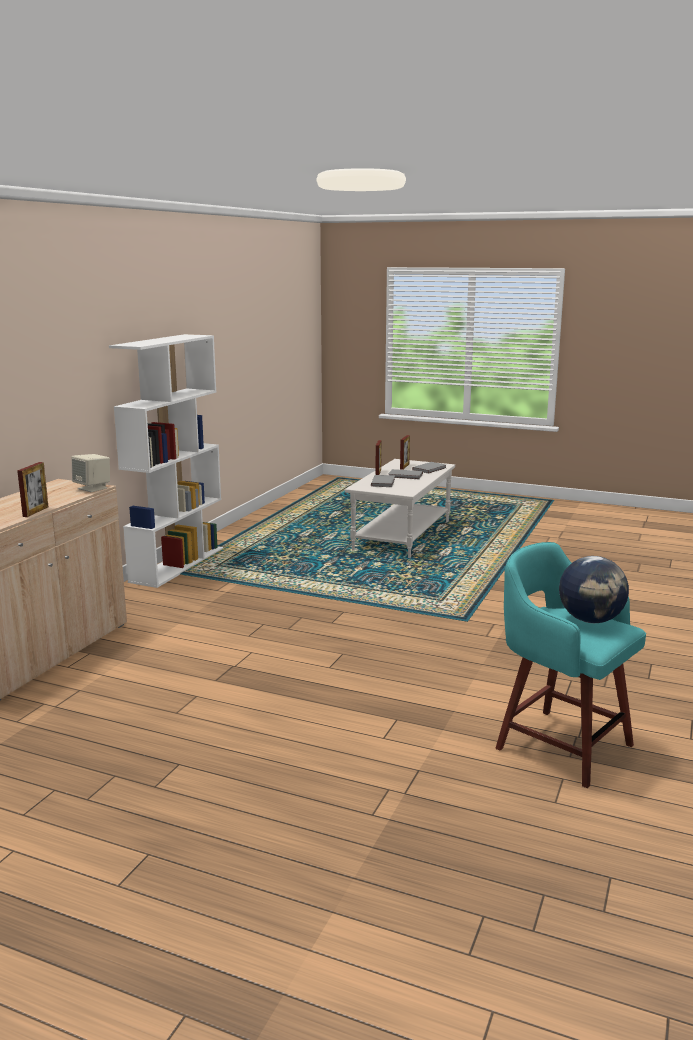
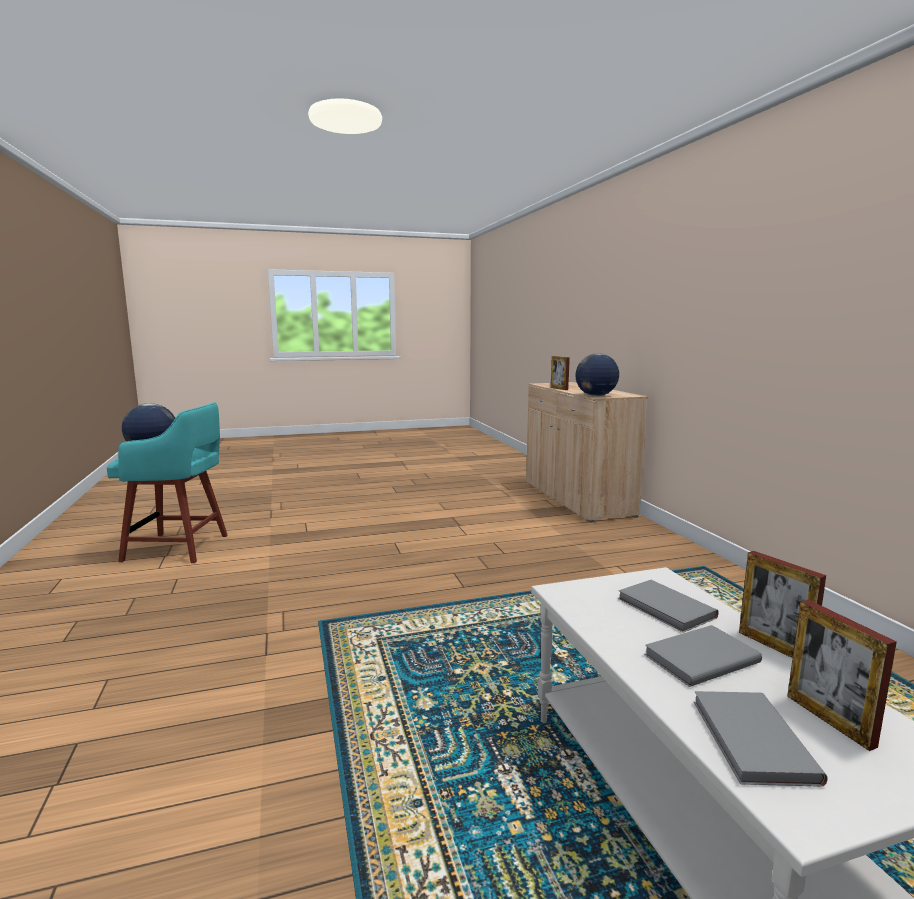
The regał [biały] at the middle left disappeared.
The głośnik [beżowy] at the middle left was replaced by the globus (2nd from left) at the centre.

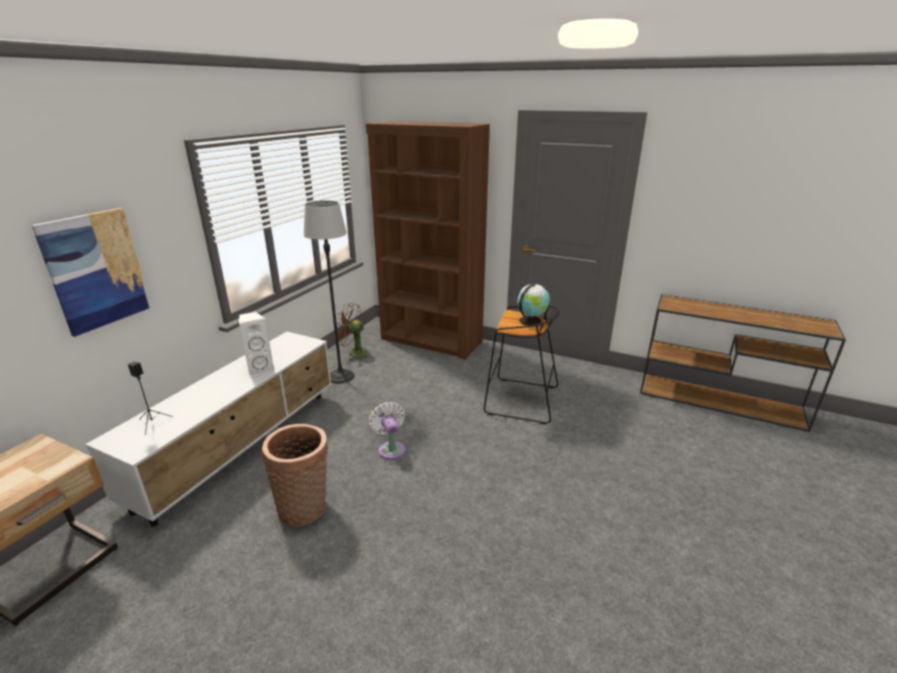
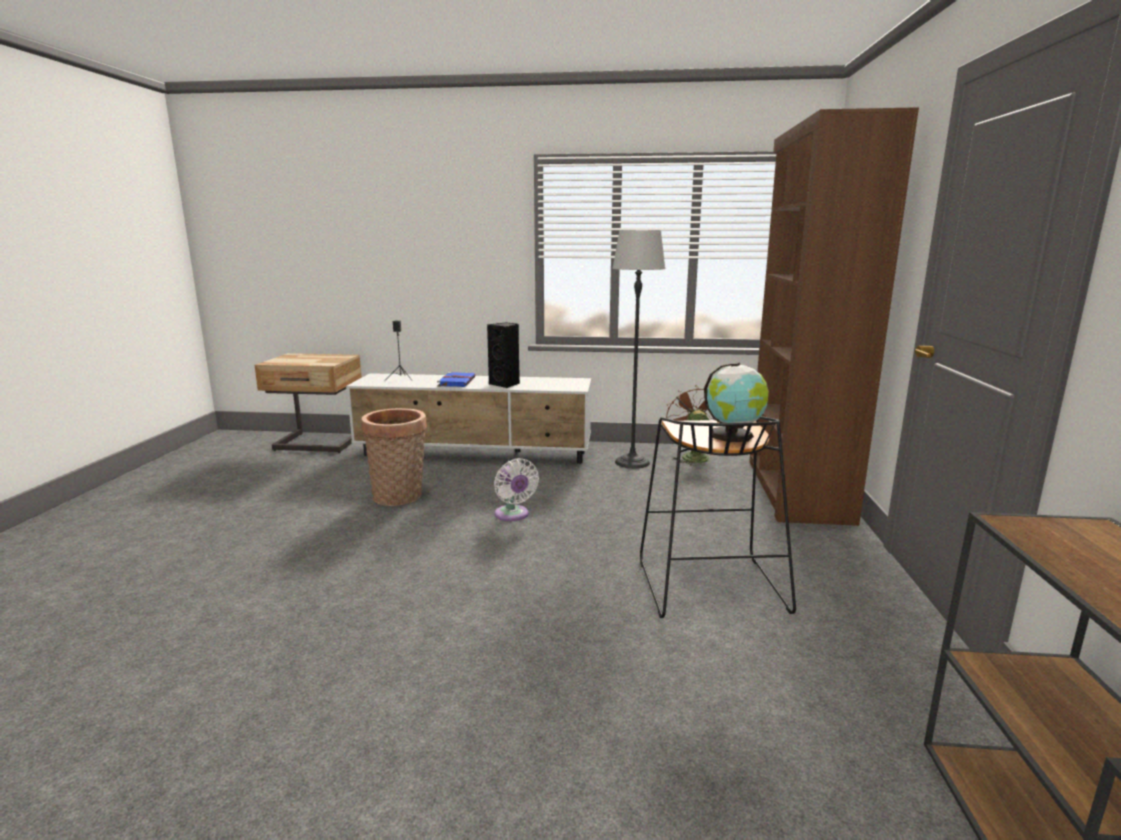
The obraz at the middle left disappeared.
The głośnik [biały] at the middle left became the głośnik [czarny] (2nd from left) at the centre.
The wentylator [biały] at the centre turned 105 degrees clockwise.
The książka [niebieski] at the centre appeared.

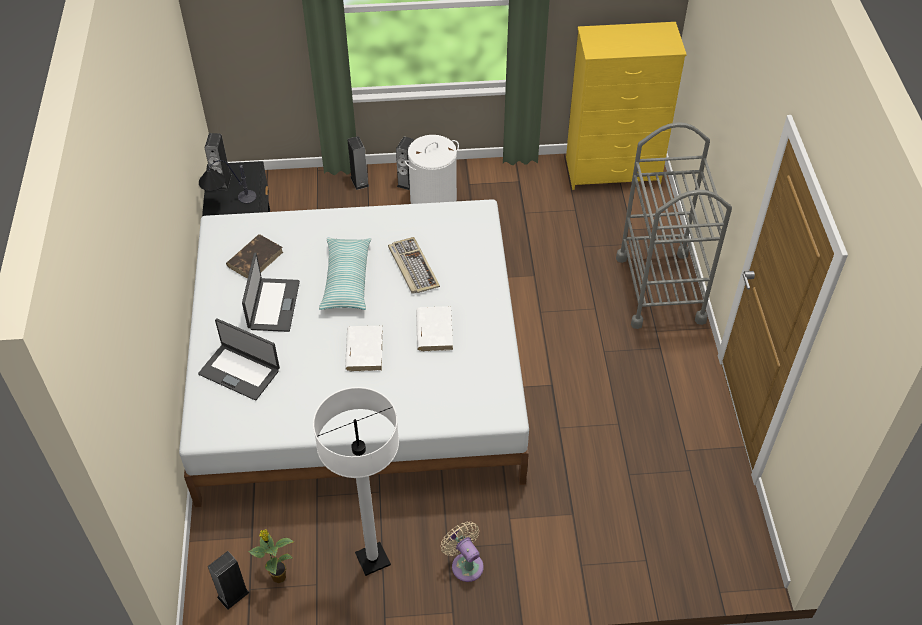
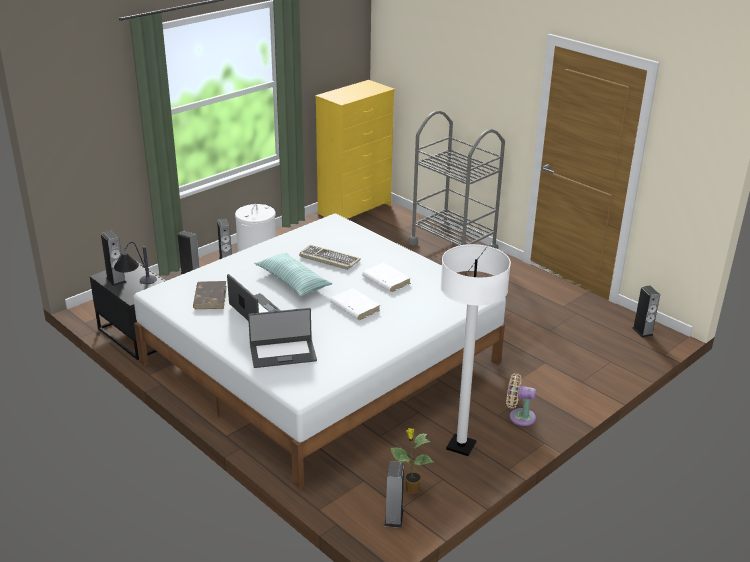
The głośnik (5th from left) at the middle right appeared.

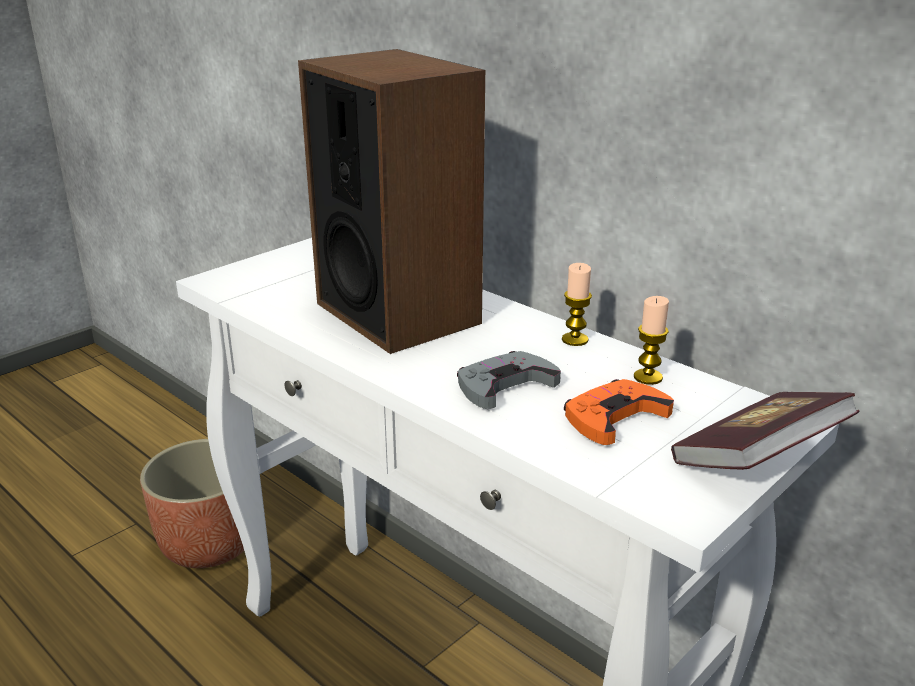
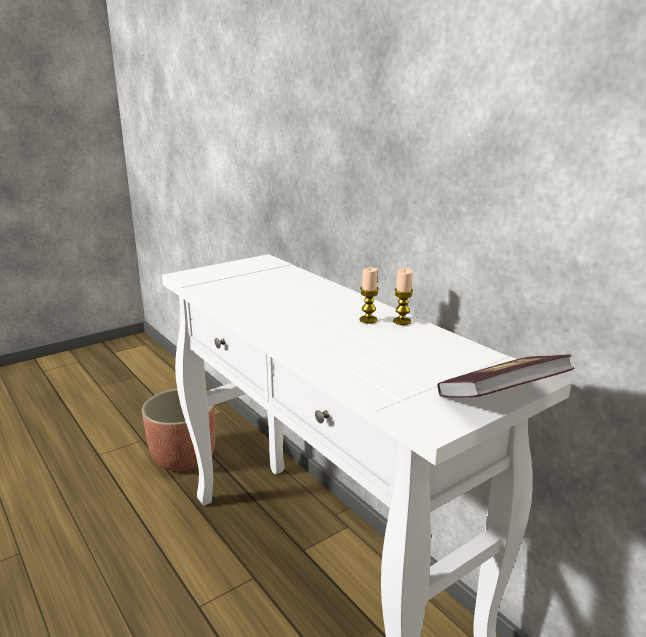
The głośnik at the top centre disappeared.
The świeca (2nd from left in the first image) moved from the middle right to the centre.
The pad do gier [szary] at the centre disappeared.
The pad do gier [pomarańczowy] at the middle right disappeared.

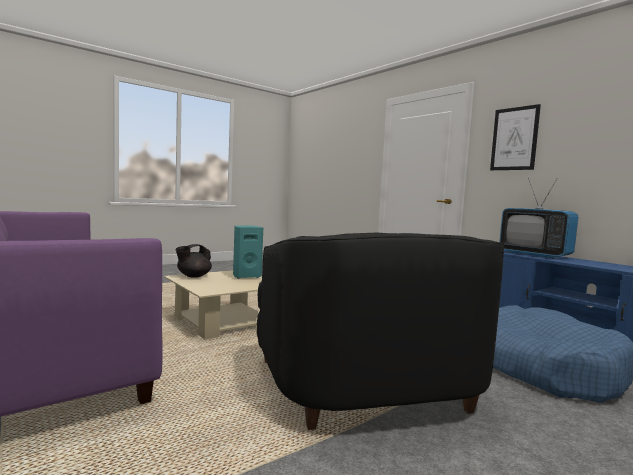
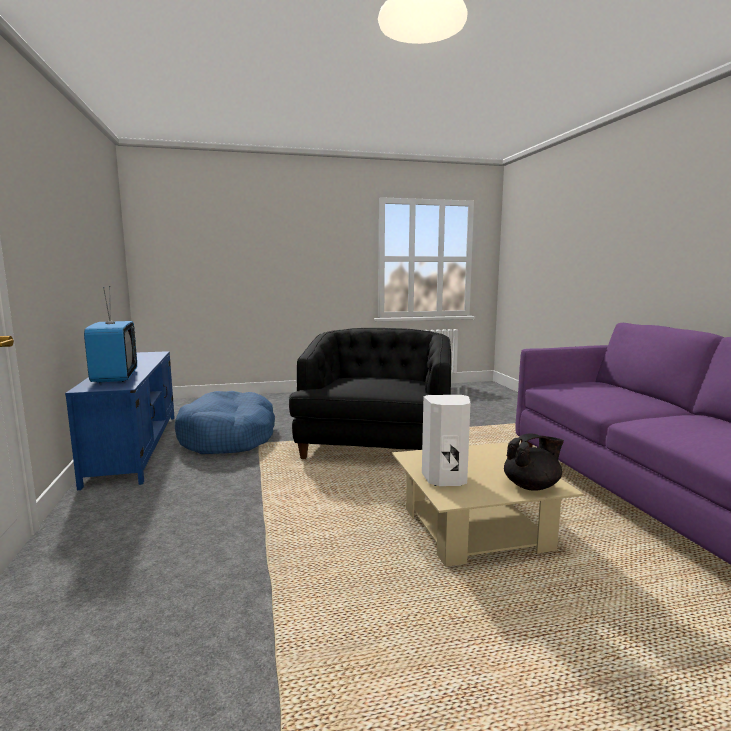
The obraz at the top right disappeared.
The głośnik [turkusowy] at the centre became the głośnik [biały] at the centre.

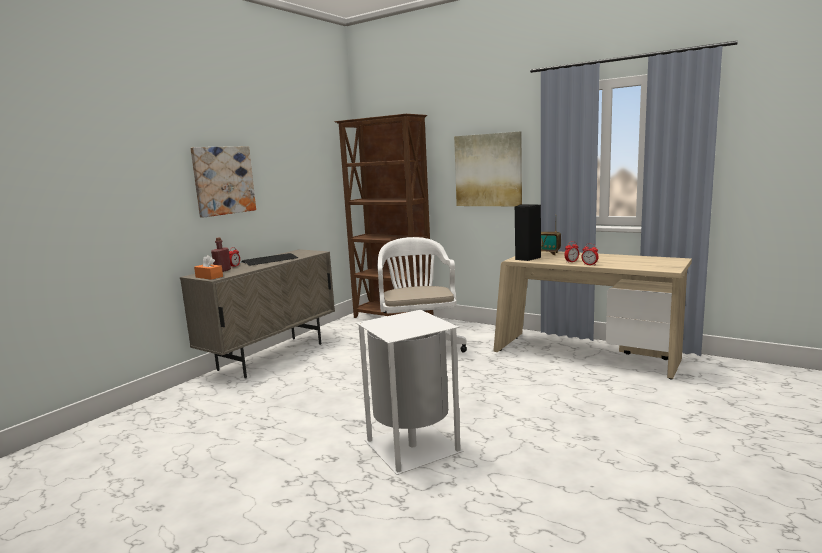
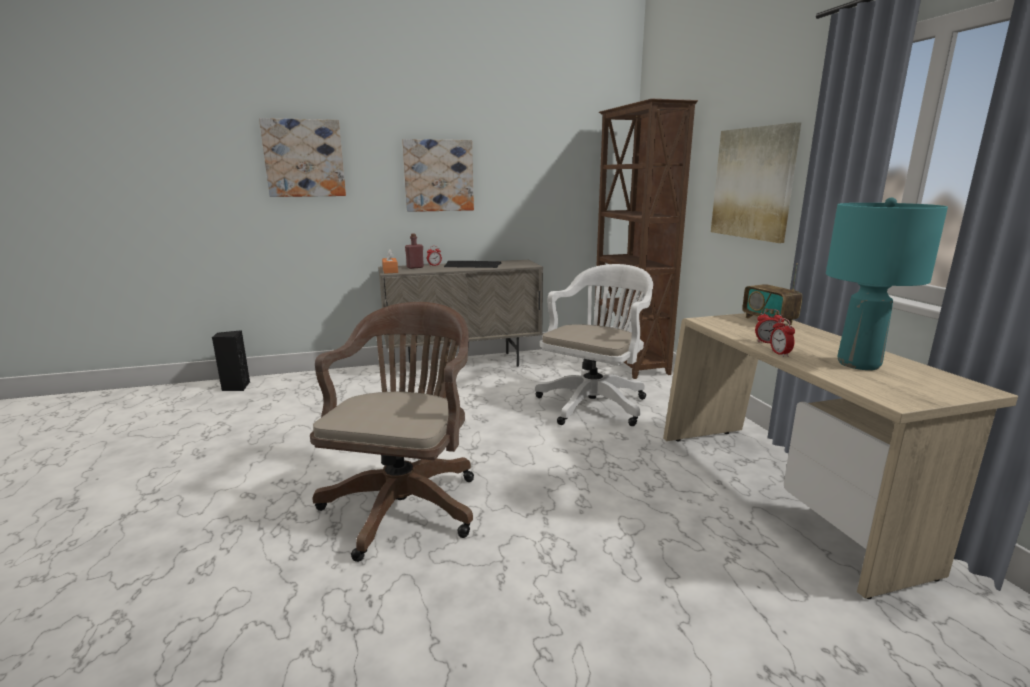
The głośnik [czarny] moved from the centre to the middle left.
The kosz na śmieci [biały] at the bottom centre was replaced by the krzesło biurowe [brązowy] at the centre.
The obraz (1st from left) at the top left appeared.
The lampa stołowa [turkusowy] at the middle right appeared.

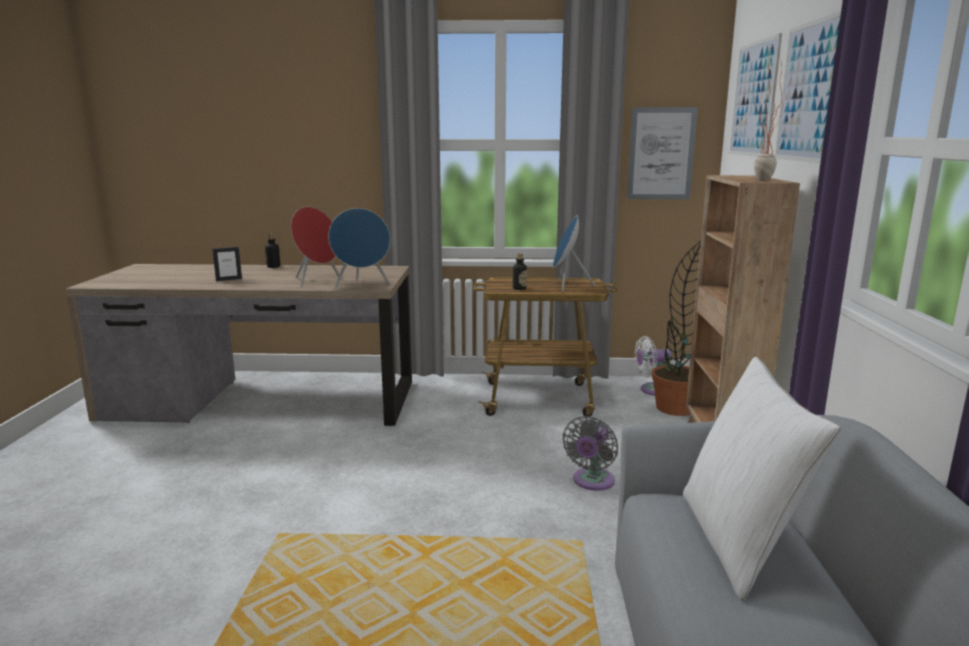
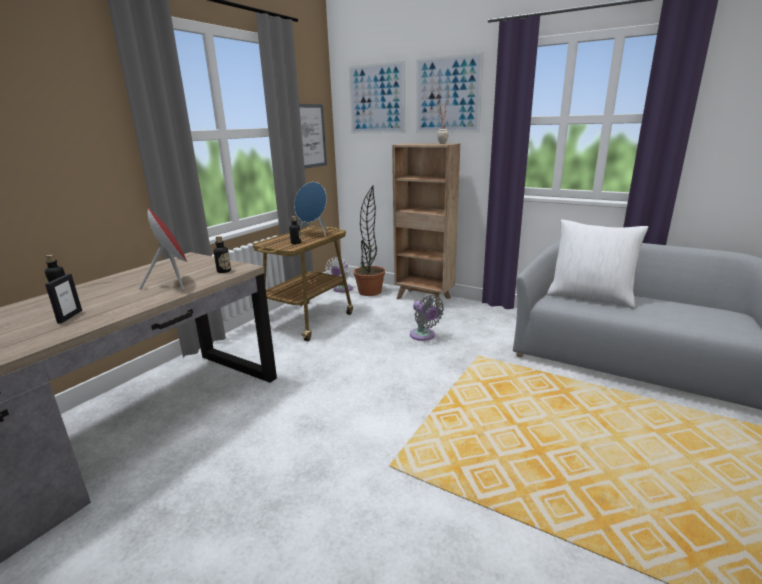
The głośnik [niebieski] (1st from left) at the centre was replaced by the butelka (2nd from left) at the middle left.

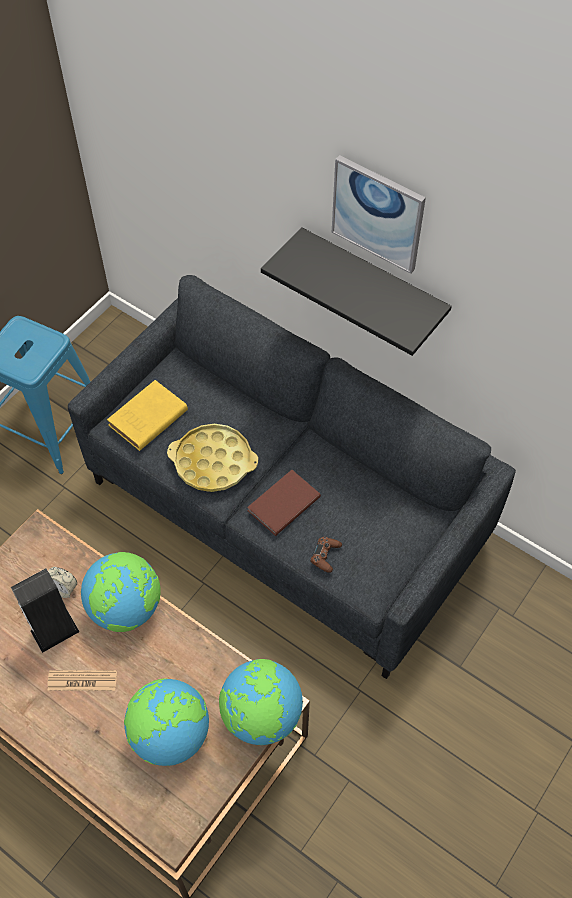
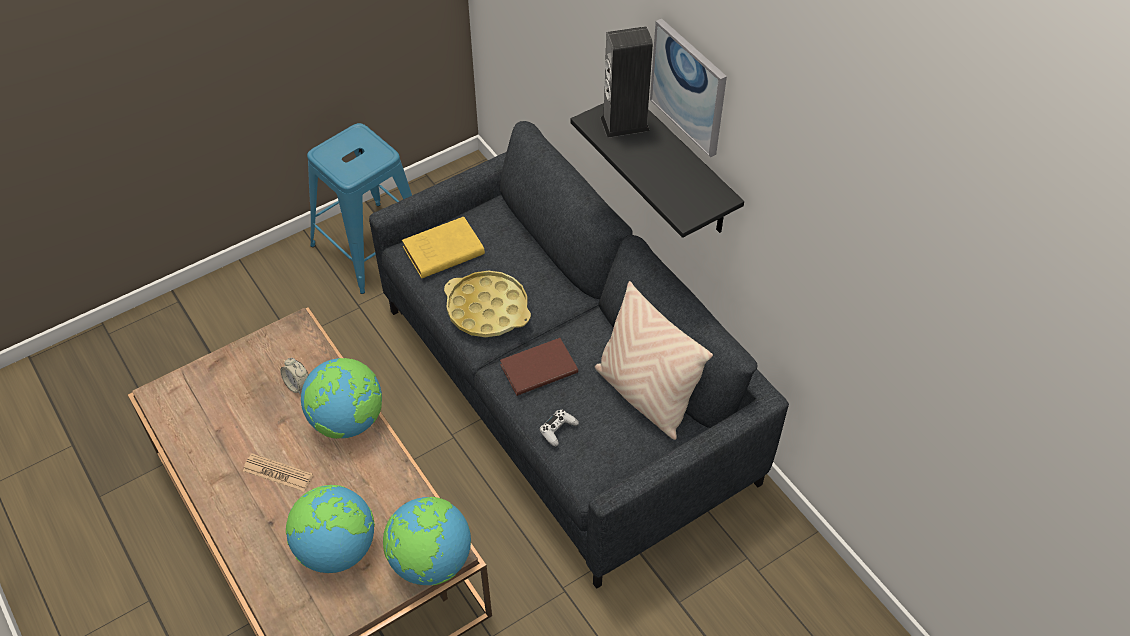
The pad do gier [brązowy] at the centre became the pad do gier [biały] at the bottom centre.
The głośnik moved from the bottom left to the top centre.
The poduszka [beżowy] at the centre appeared.

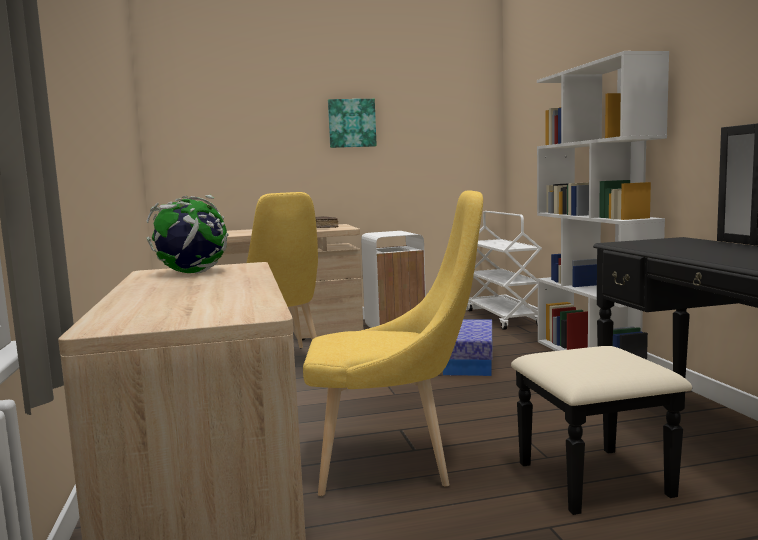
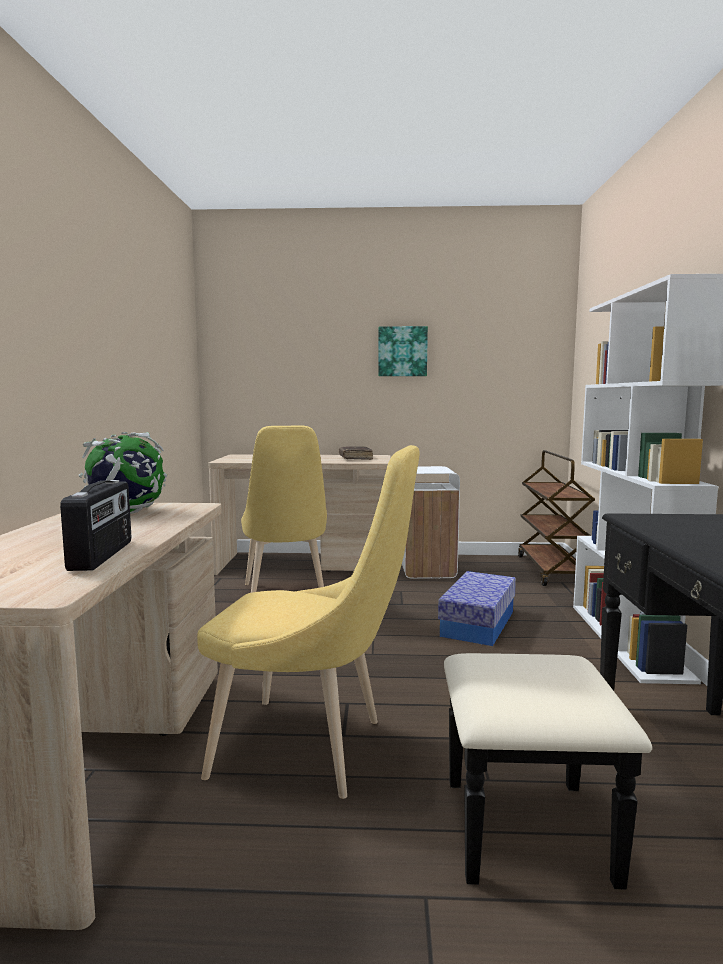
The wózek [biały] at the centre became the wózek [brązowy] at the middle right.
The radio at the middle left appeared.

